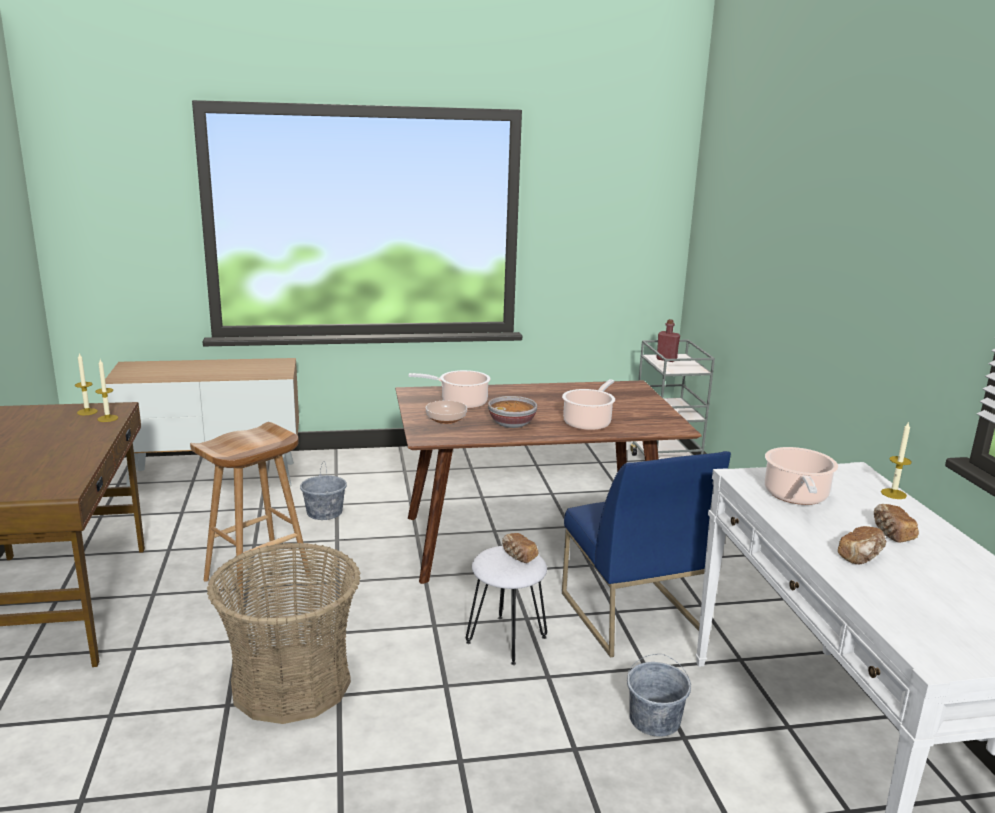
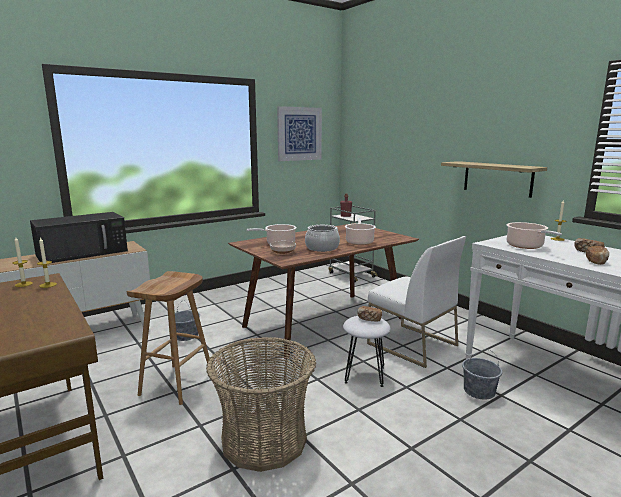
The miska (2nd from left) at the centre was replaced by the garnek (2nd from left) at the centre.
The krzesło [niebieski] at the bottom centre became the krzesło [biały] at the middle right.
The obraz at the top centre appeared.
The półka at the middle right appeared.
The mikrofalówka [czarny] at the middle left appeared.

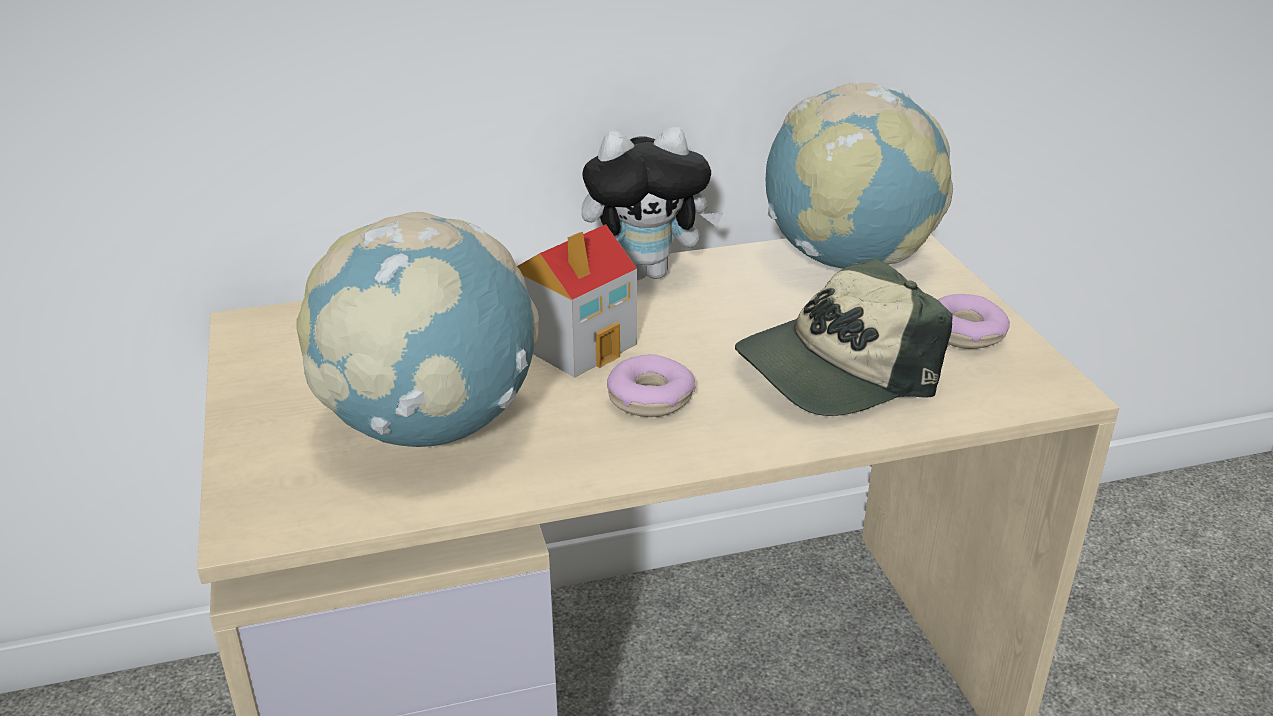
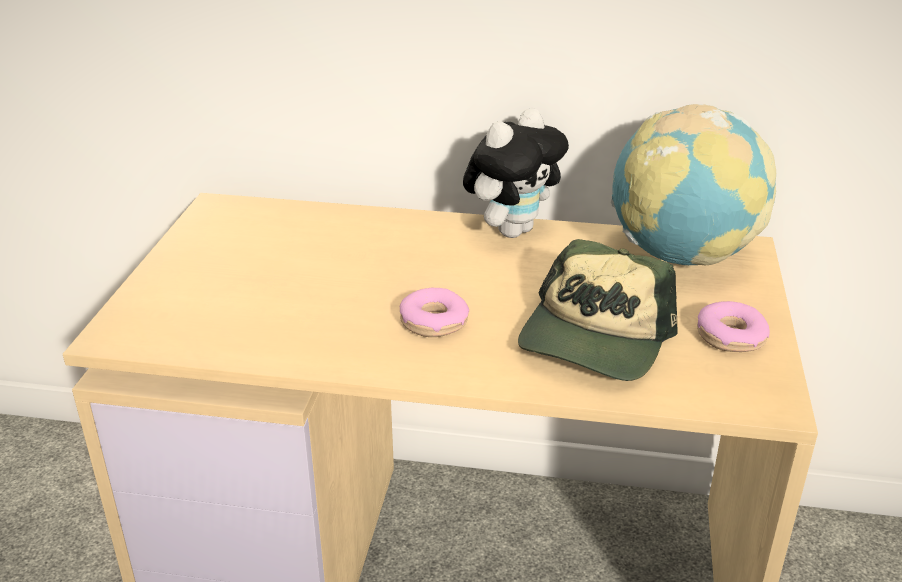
The pluszak at the top centre turned 60 degrees counterclockwise.
The globus (1st from left) at the middle left disappeared.
The domek at the centre disappeared.
The czapka z daszkiem at the centre turned 60 degrees counterclockwise.

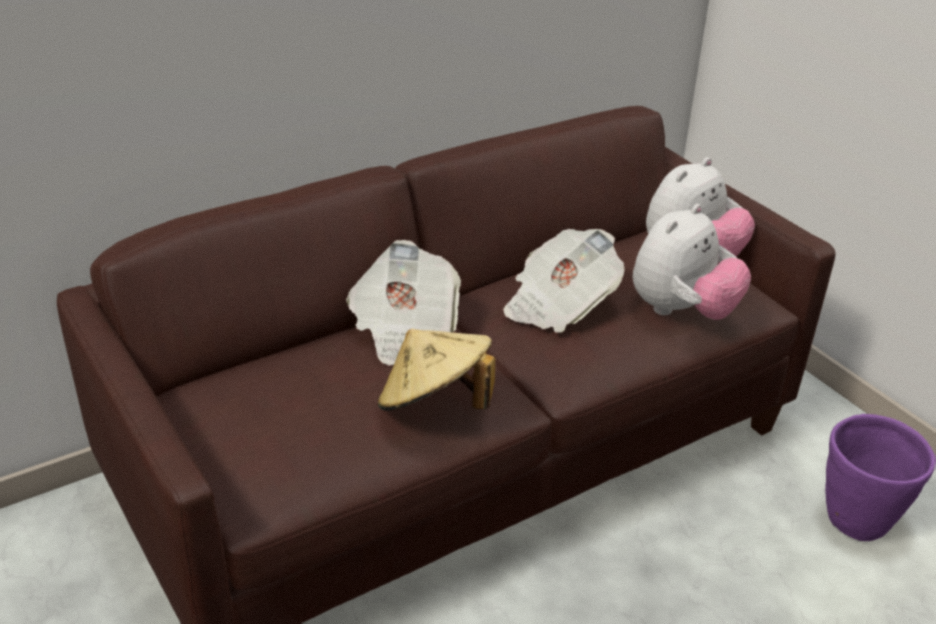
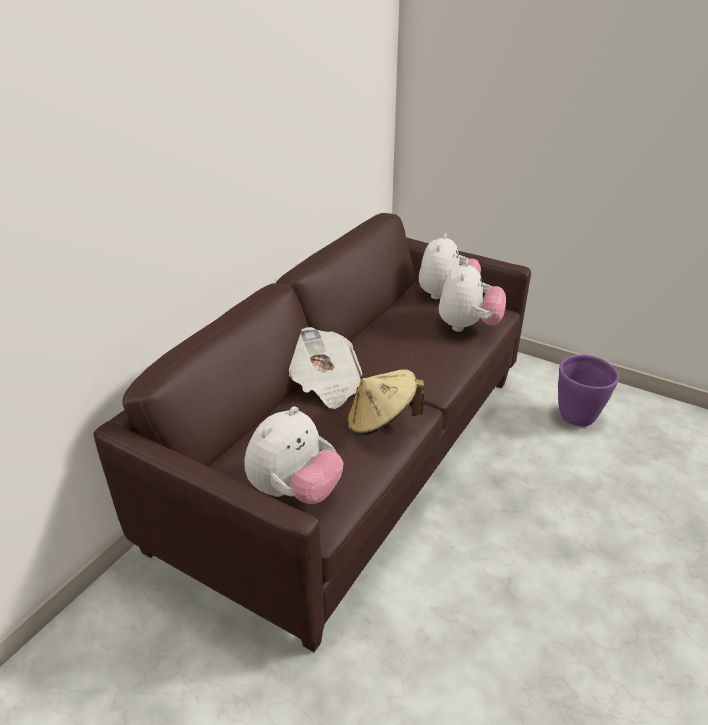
The gazeta (2nd from left) at the centre disappeared.
The pluszak (1st from left) at the centre appeared.

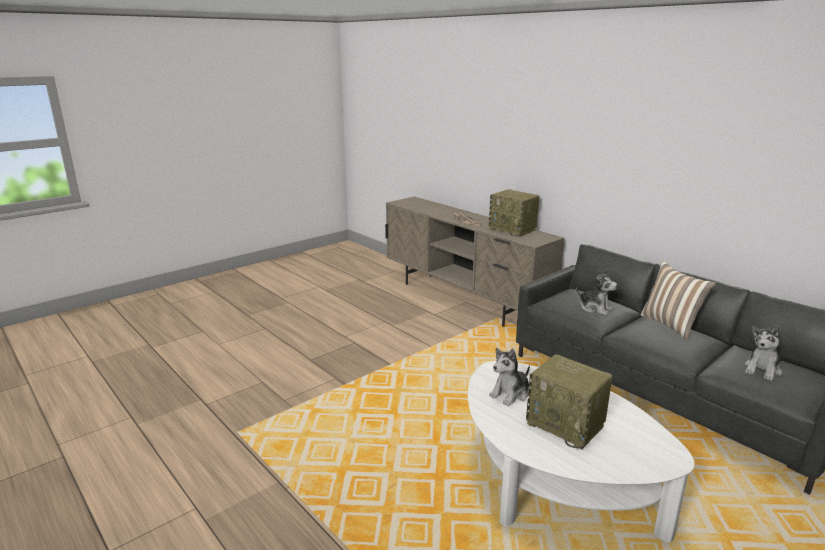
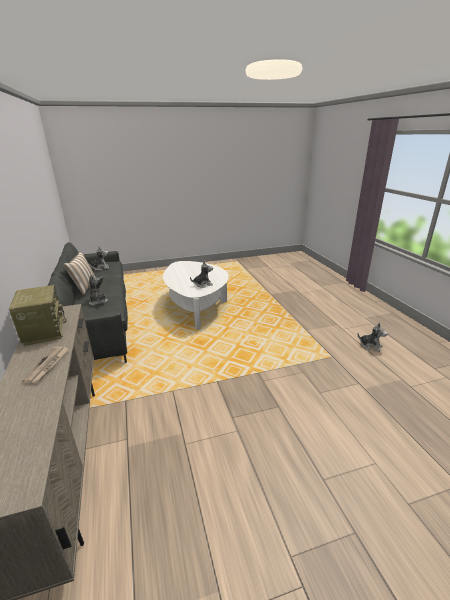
The radio (2nd from left) at the bottom right disappeared.
The pluszak (4th from left) at the middle right appeared.

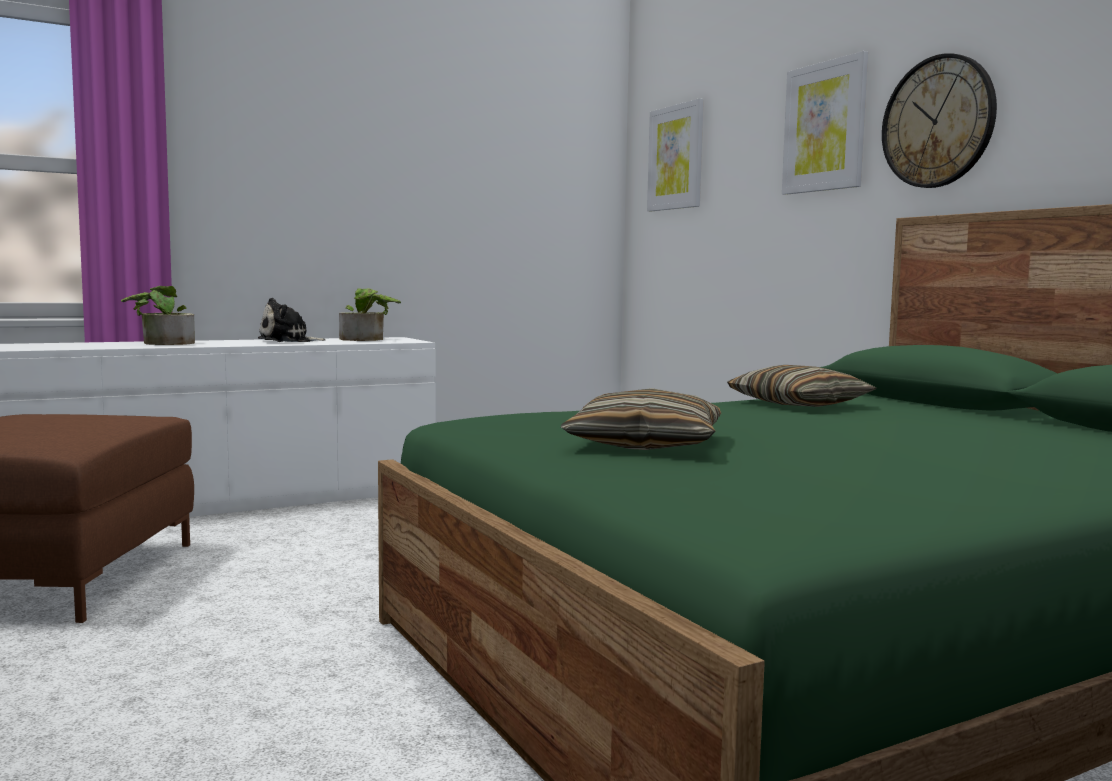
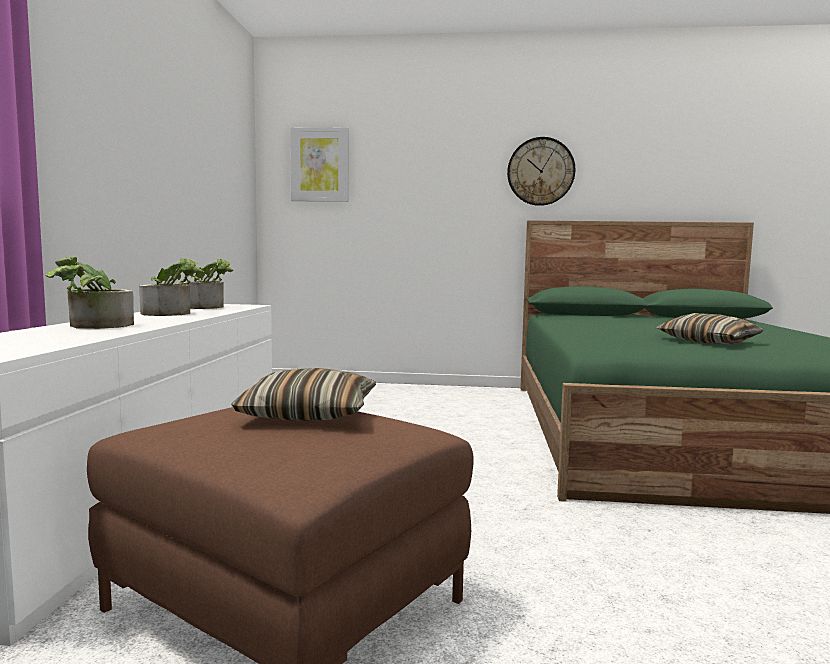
The obraz (2nd from left) at the top right disappeared.
The pluszak at the middle left was replaced by the roślina doniczkowa (2nd from left) at the middle left.
The poduszka (2nd from left in the first image) moved from the middle right to the centre.

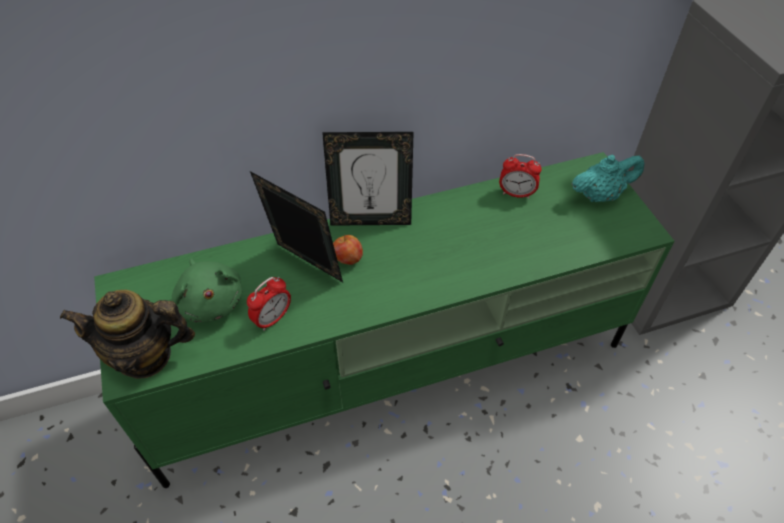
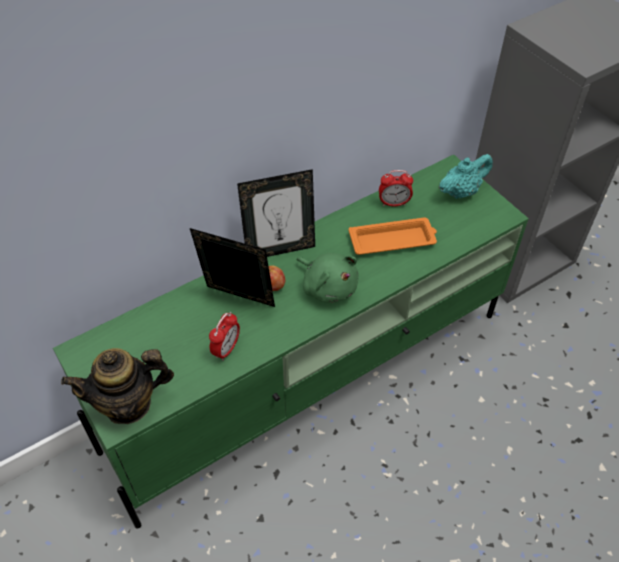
The pluszak [zielony] moved from the middle left to the centre.
The taca [pomarańczowy] at the centre appeared.

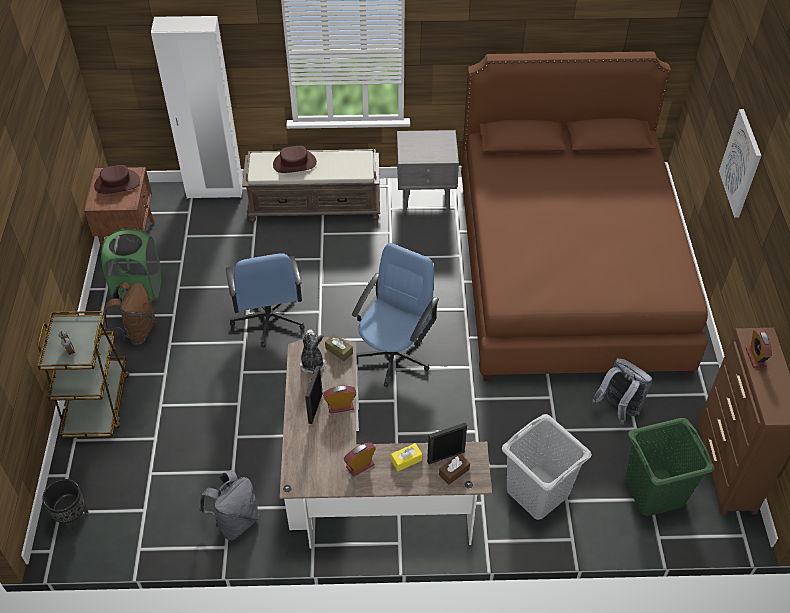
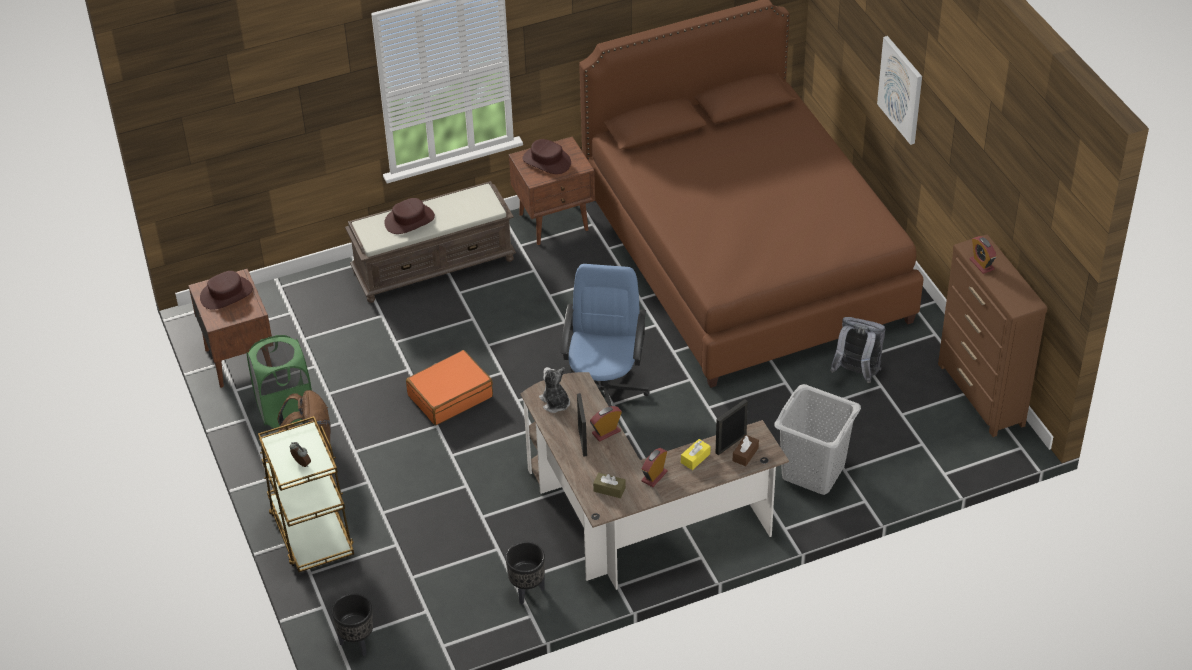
The szafa [biały] at the top left disappeared.
The szafka nocna [szary] at the top centre became the szafka nocna [brązowy] (2nd from left) at the top centre.
The krzesło biurowe [niebieski] (1st from left) at the centre was replaced by the walizka [pomarańczowy] at the centre.
The pudełko chusteczek [brązowy] (1st from left) moved from the centre to the bottom centre.
The kosz na pranie [zielony] (2nd from left) at the bottom right disappeared.
The plecak [szary] (1st from left) at the bottom left was replaced by the donica [czarny] (2nd from left) at the bottom centre.
The kapelusz [brązowy] (3rd from left) at the top centre appeared.

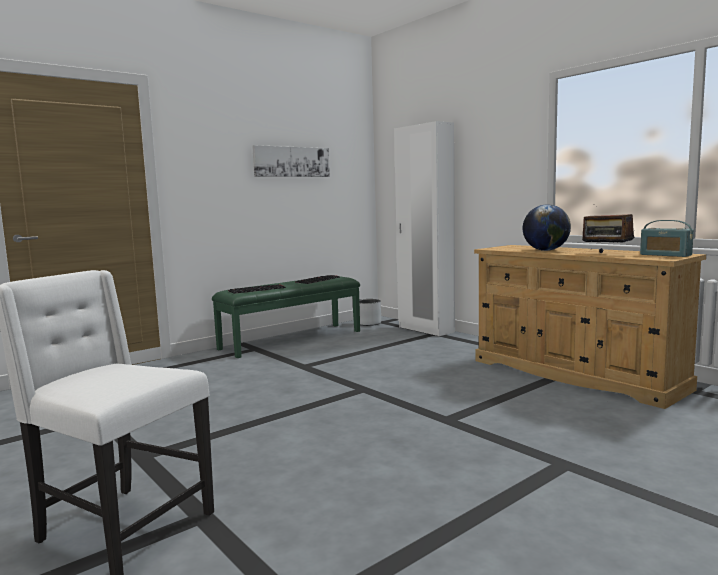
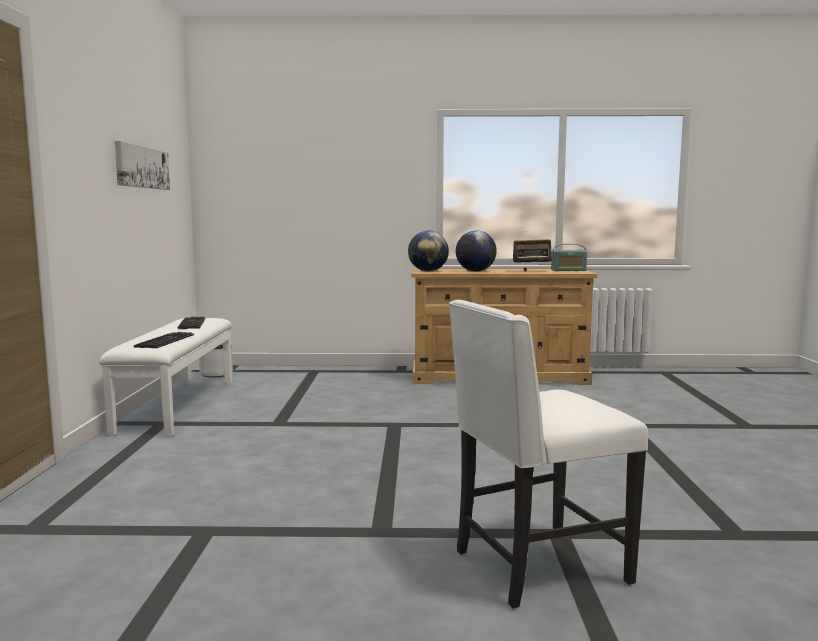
The szafa [biały] at the centre disappeared.
The ławka [zielony] at the centre became the ławka [biały] at the middle left.
The globus (1st from left) at the centre appeared.

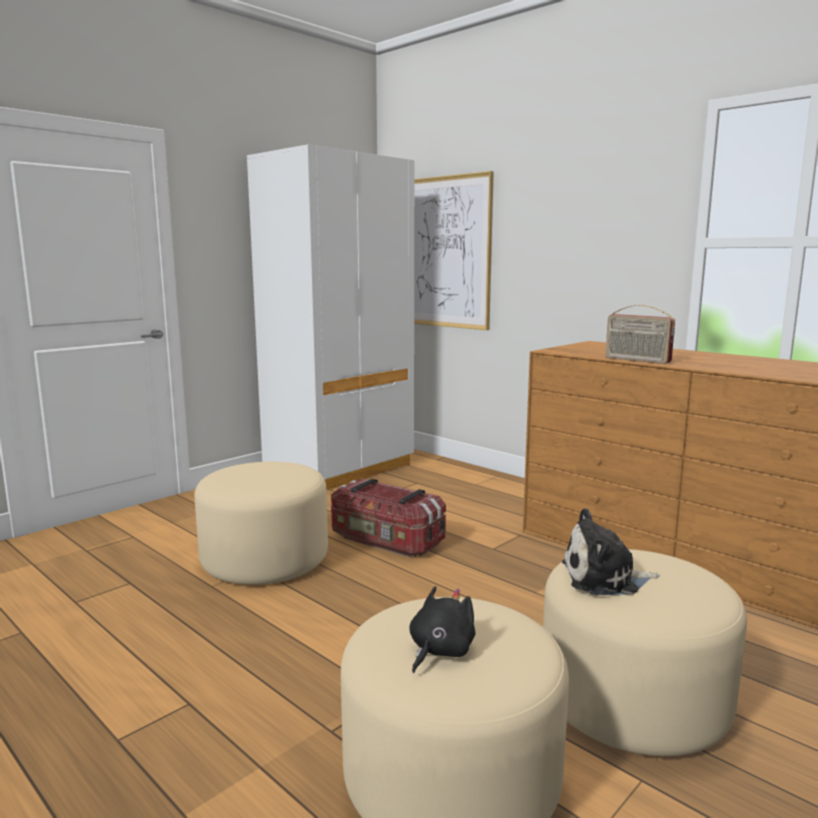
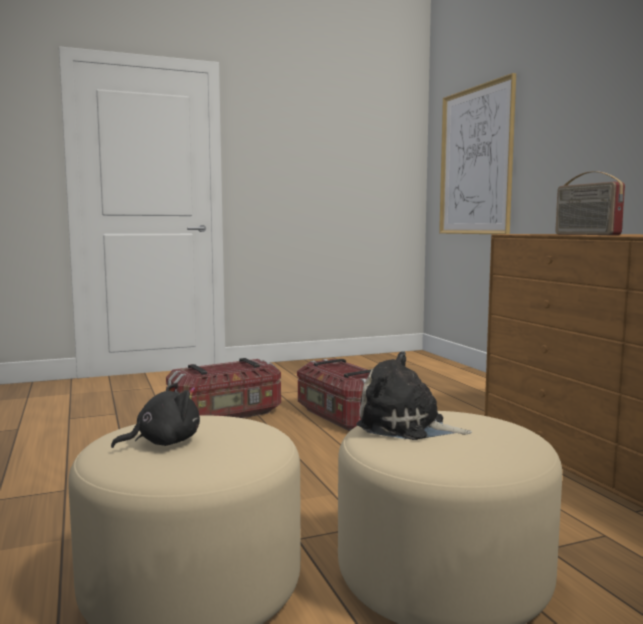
The szafa [biały] at the centre disappeared.
The pufa [beżowy] (1st from left) at the middle left was replaced by the pojemnik do przechowywania (1st from left) at the centre.

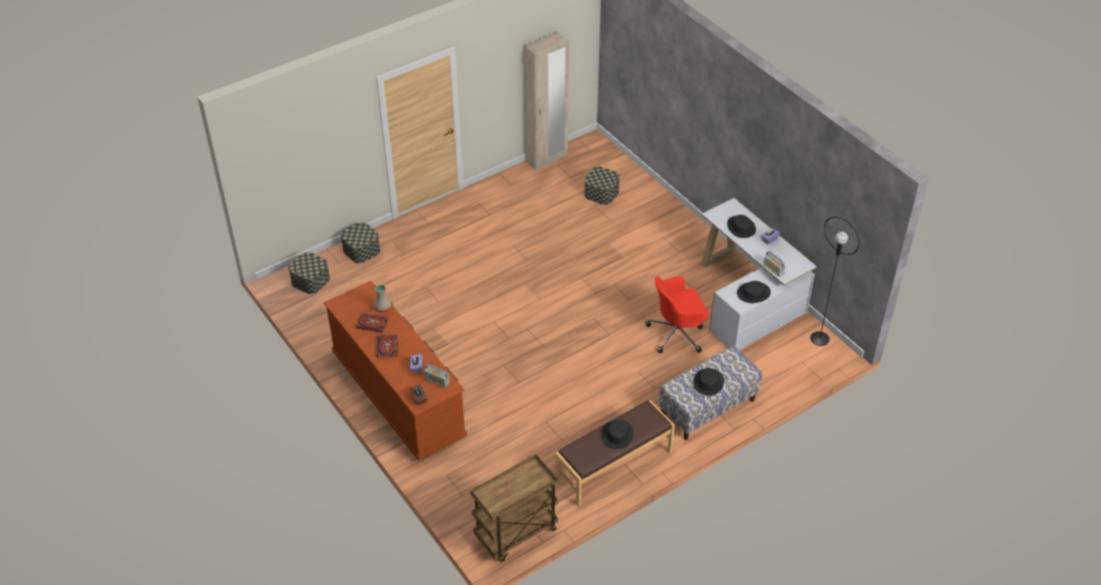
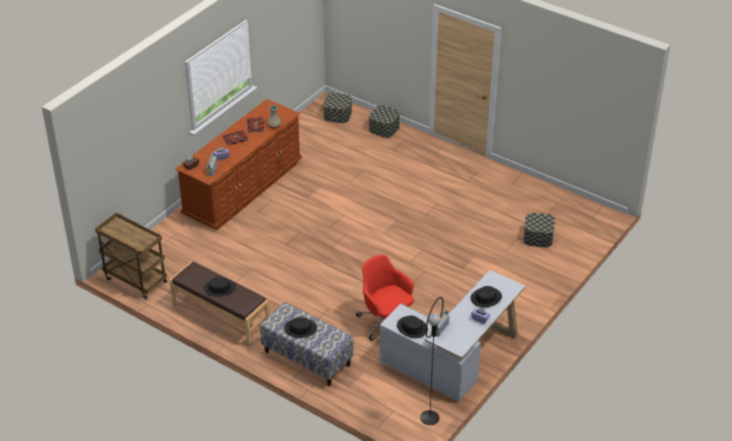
The szafa [beżowy] at the top centre disappeared.

